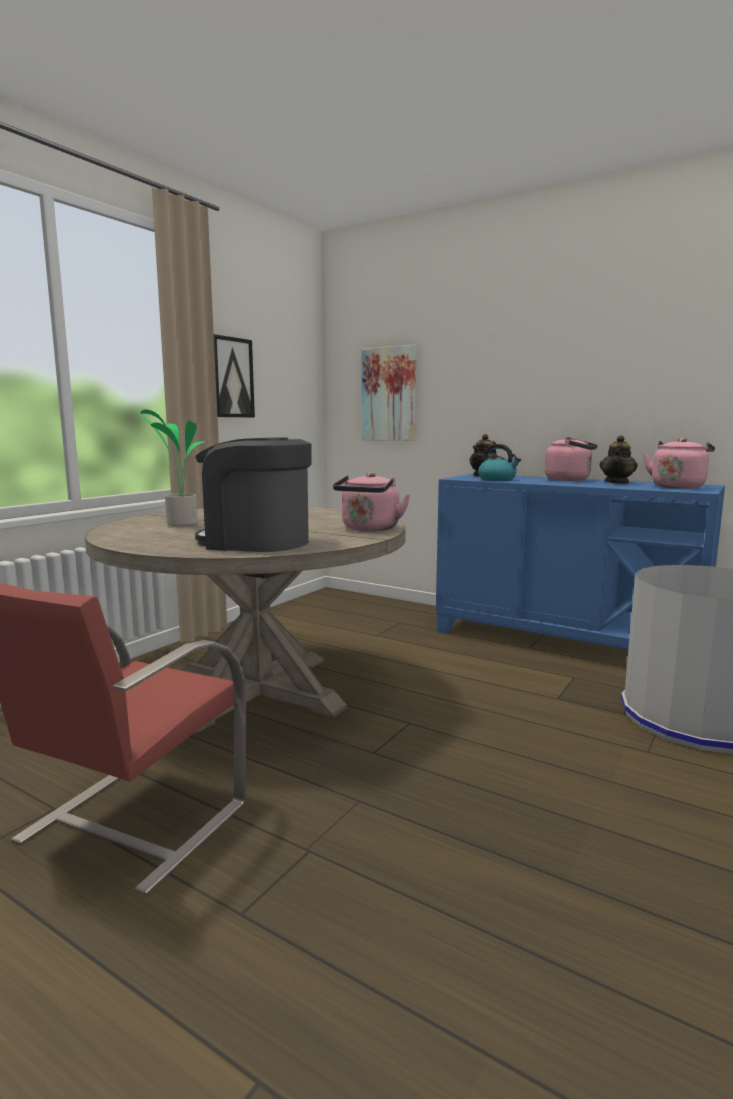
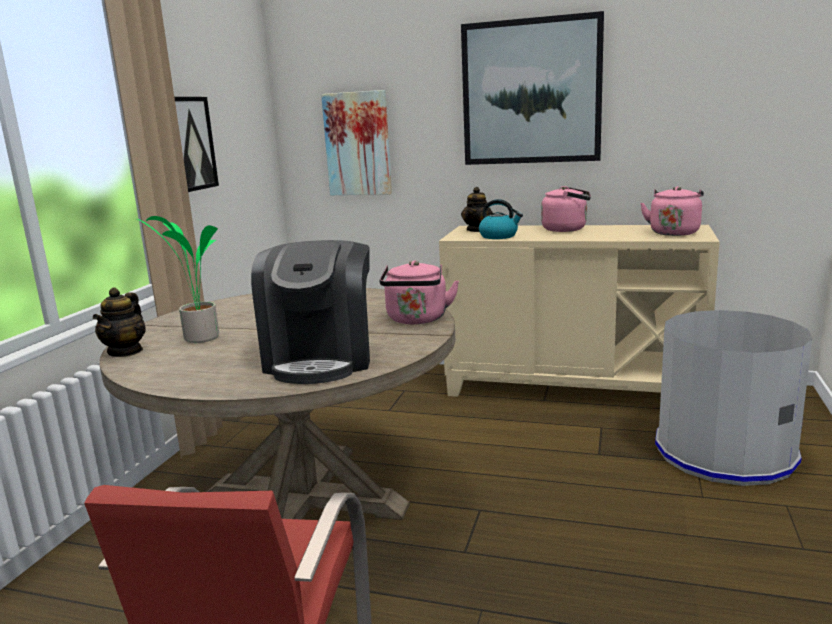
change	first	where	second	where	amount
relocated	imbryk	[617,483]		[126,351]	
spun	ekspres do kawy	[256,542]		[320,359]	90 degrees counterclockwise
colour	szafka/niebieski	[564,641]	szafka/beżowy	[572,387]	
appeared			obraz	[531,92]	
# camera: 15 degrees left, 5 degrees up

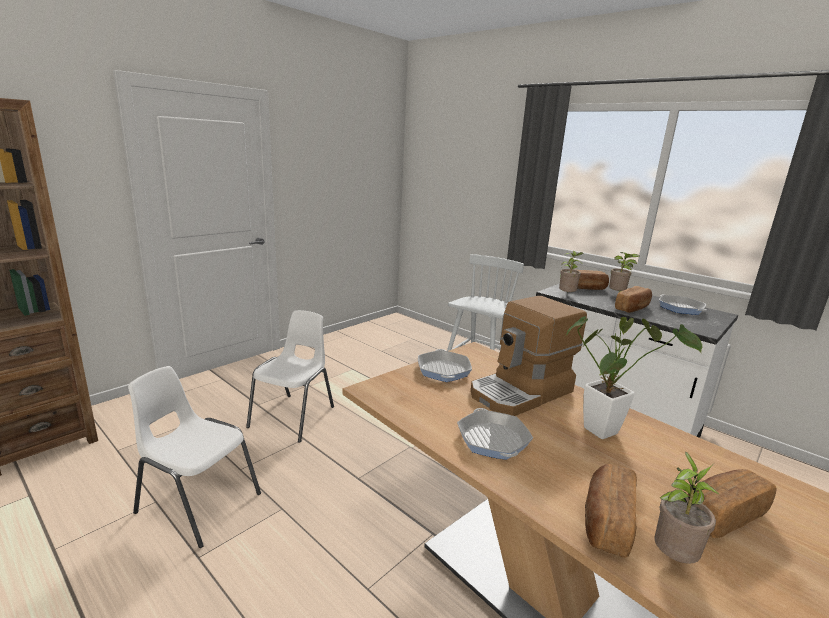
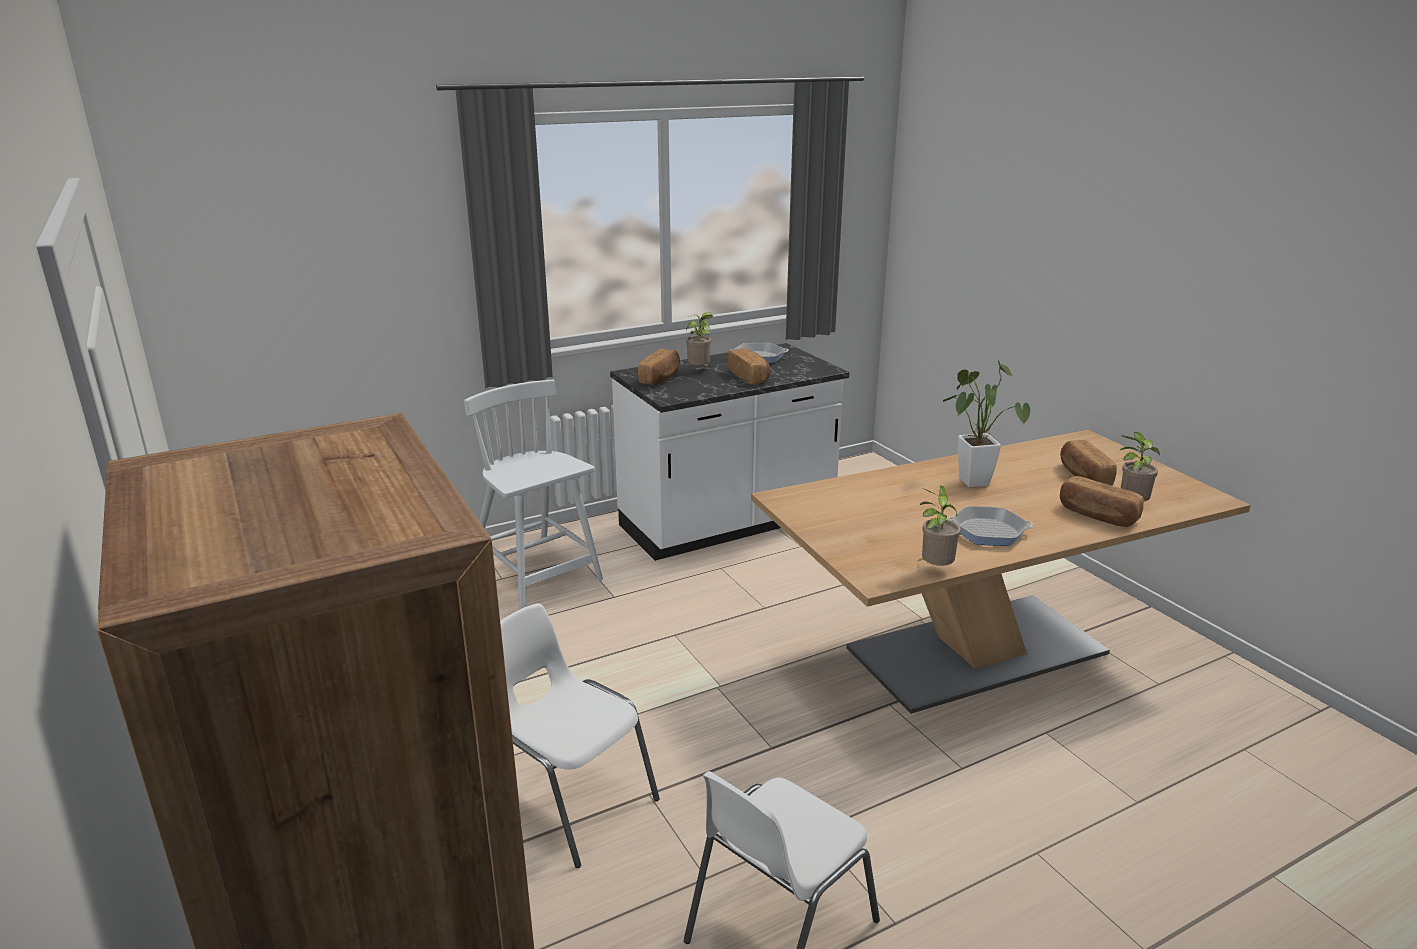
change	first	where	second	where	amount
relocated	roślina doniczkowa	[567,296]		[934,569]	
missing	patelnia	[443,370]			
missing	ekspres do kawy	[521,392]			
# camera: 70 degrees left, 5 degrees up

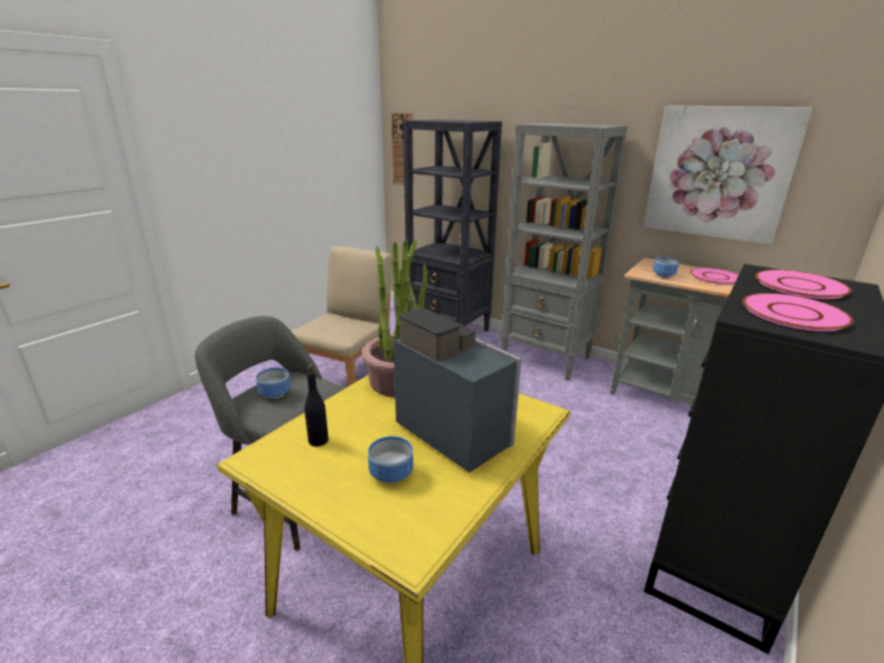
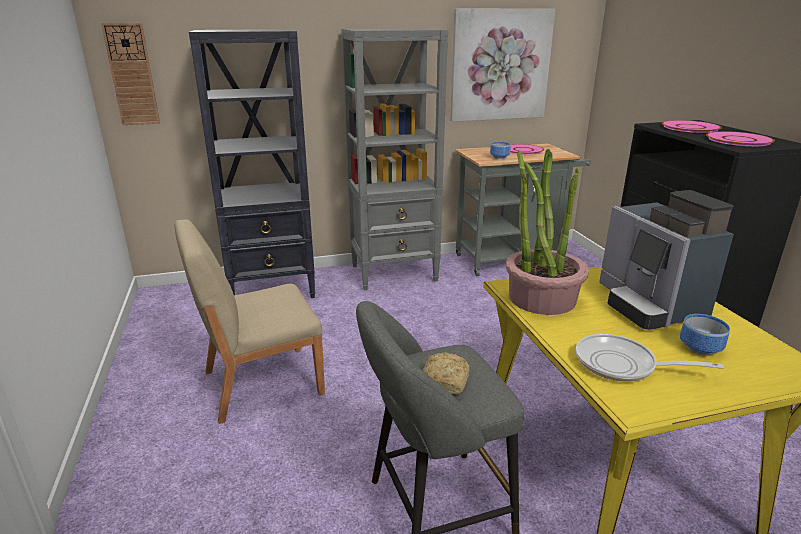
change	first	where	second	where	amount
spun	krzesło/beżowy	[349,378]		[261,382]	90 degrees counterclockwise
exchanged	miska	[276,394]	chleb	[446,381]	
exchanged	butelka/czarny	[318,440]	patelnia	[622,365]	
spun	ekspres do kawy	[454,430]		[648,305]	105 degrees counterclockwise
# camera: 50 degrees left, 0 degrees up

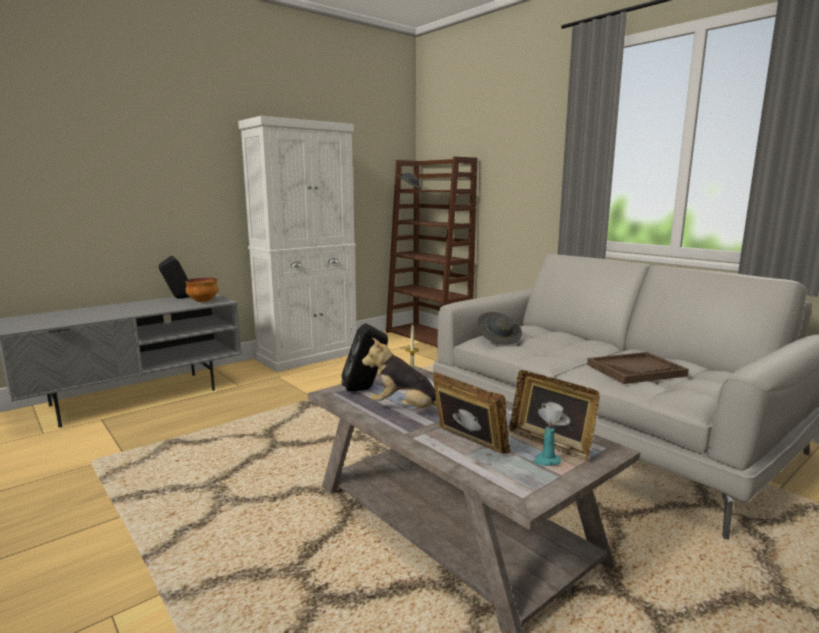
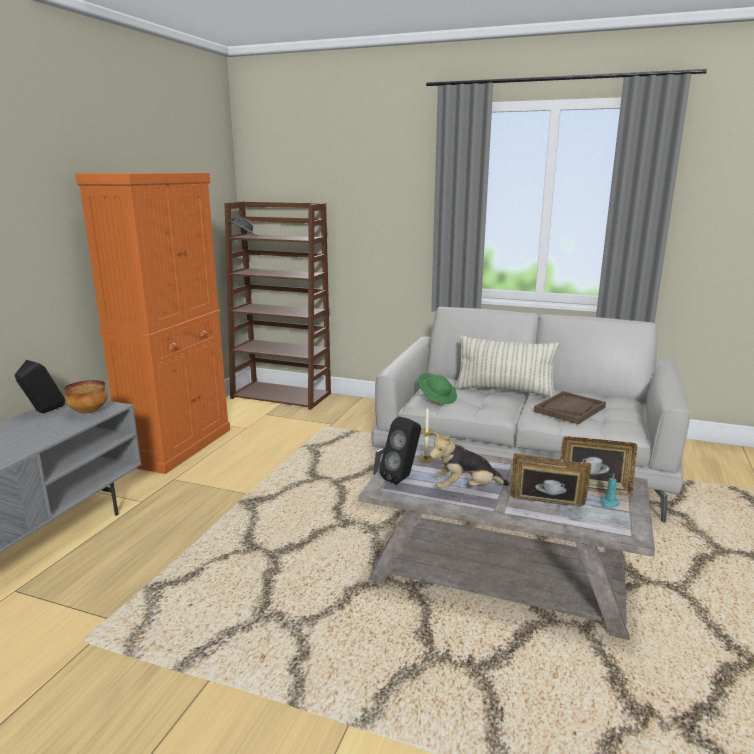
change	first	where	second	where	amount
colour	szafka/biały	[308,356]	szafka/pomarańczowy	[178,446]	
colour	kapelusz/szary	[499,339]	kapelusz/zielony	[437,398]	
appeared			poduszka	[504,391]	
# camera: 30 degrees left, 5 degrees up

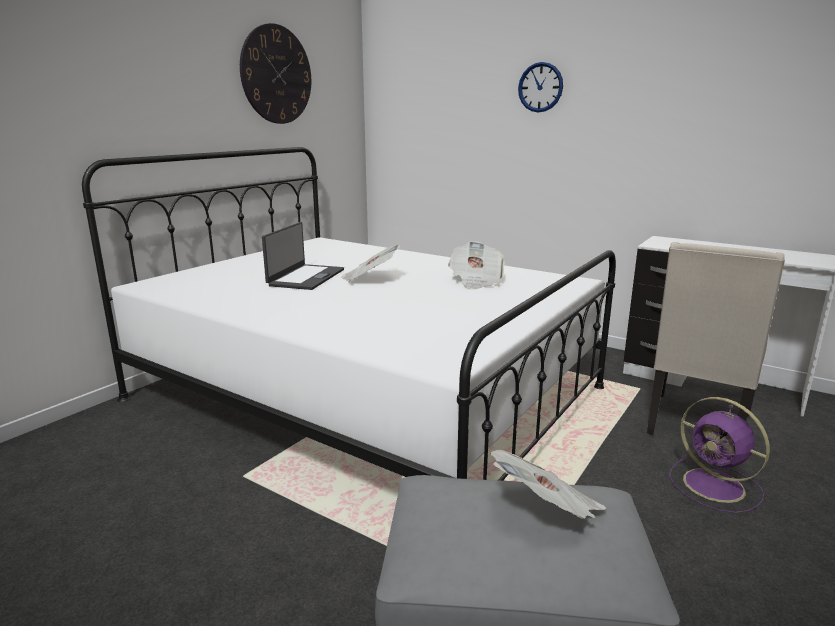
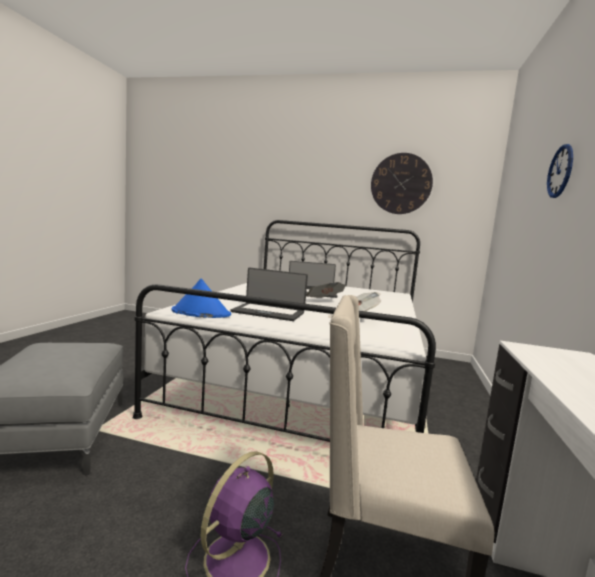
change	first	where	second	where	amount
appeared			kapelusz/niebieski	[200,313]	
appeared			laptop	[268,312]	
missing	gazeta	[546,510]			
# camera: 70 degrees right, 10 degrees down

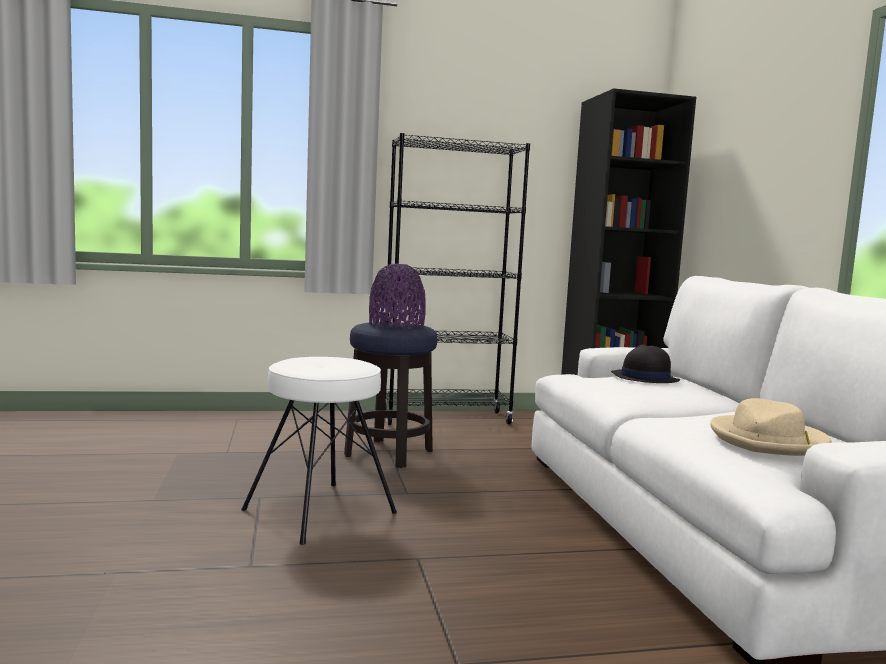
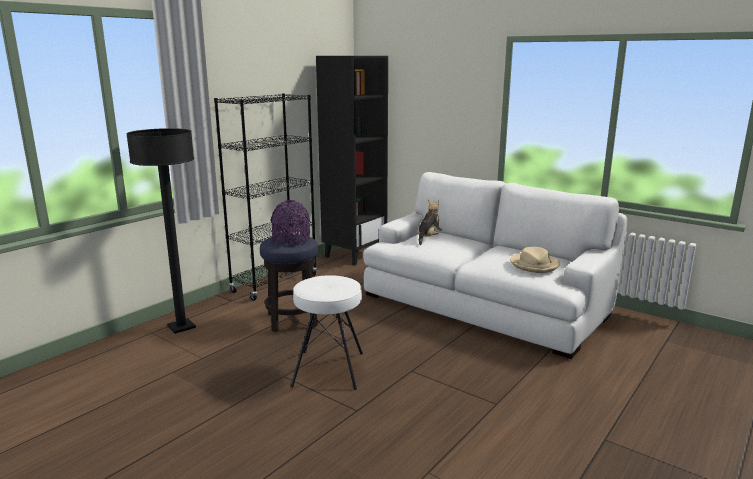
change	first	where	second	where	amount
appeared			lampa stojąca/czarny	[181,327]	
exchanged	kapelusz/czarny	[644,378]	pluszak	[428,238]	
# camera: 40 degrees left, 10 degrees up

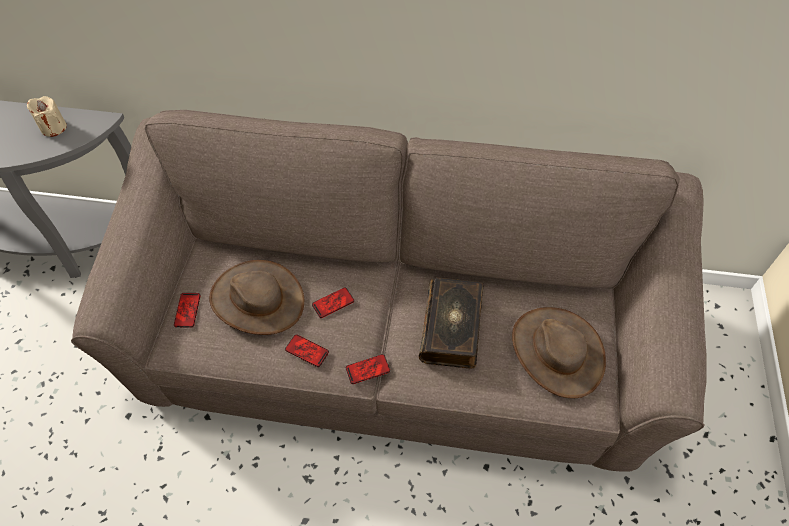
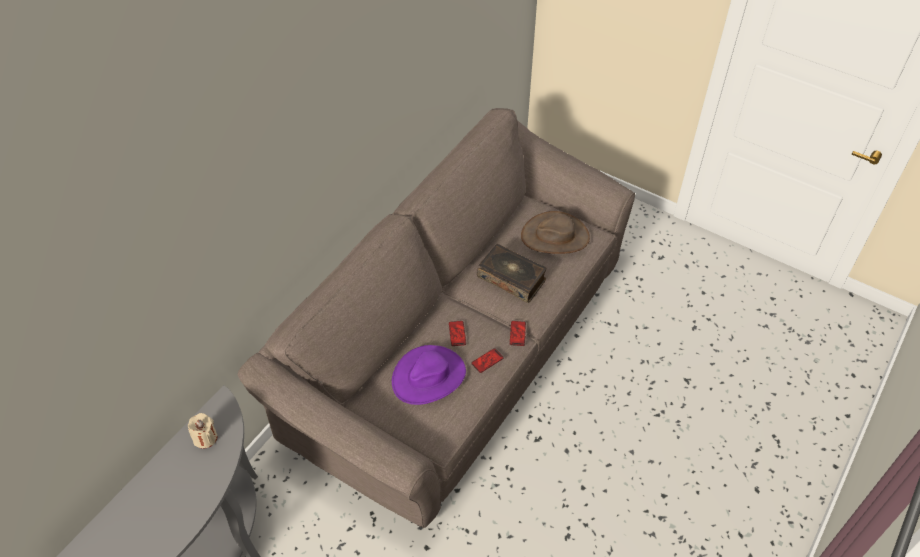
change	first	where	second	where	amount
colour	kapelusz/brązowy	[257,299]	kapelusz/fioletowy	[428,376]	
missing	telefon	[187,310]			
# camera: 65 degrees left, 5 degrees down

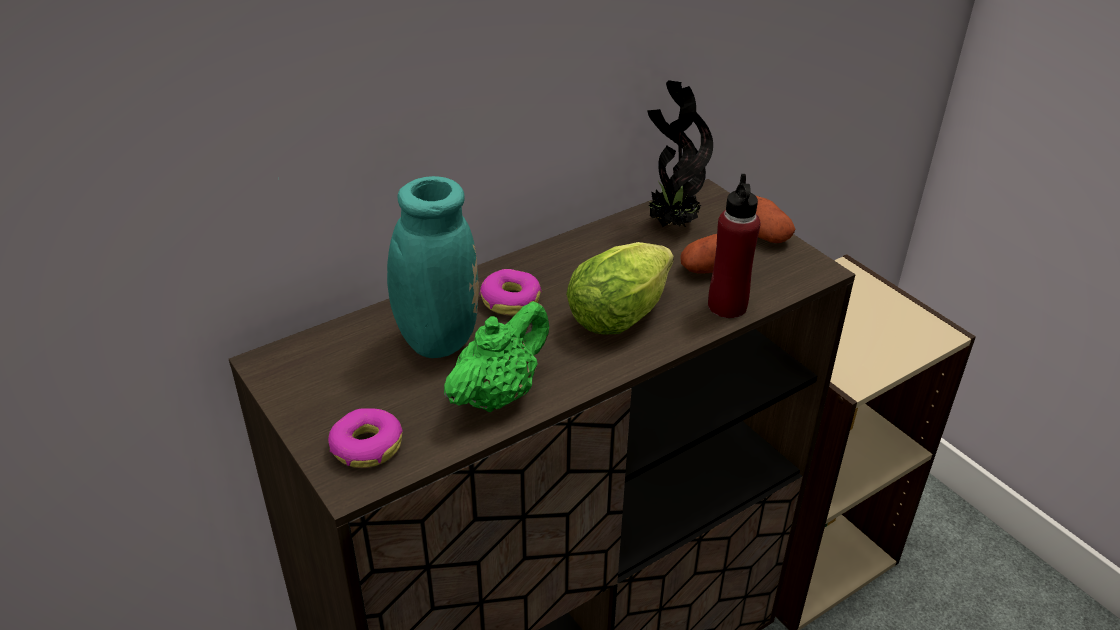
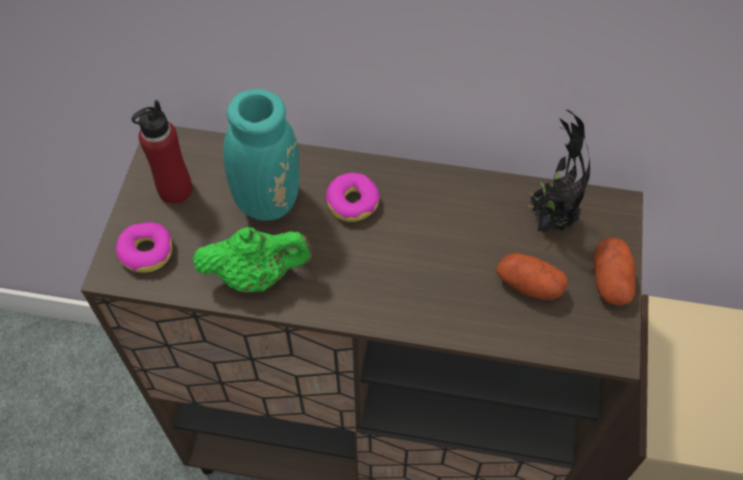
change	first	where	second	where	amount
relocated	butelka/czerwony	[727,306]		[175,190]	
missing	sałata	[623,312]			
# camera: 45 degrees right, 20 degrees up

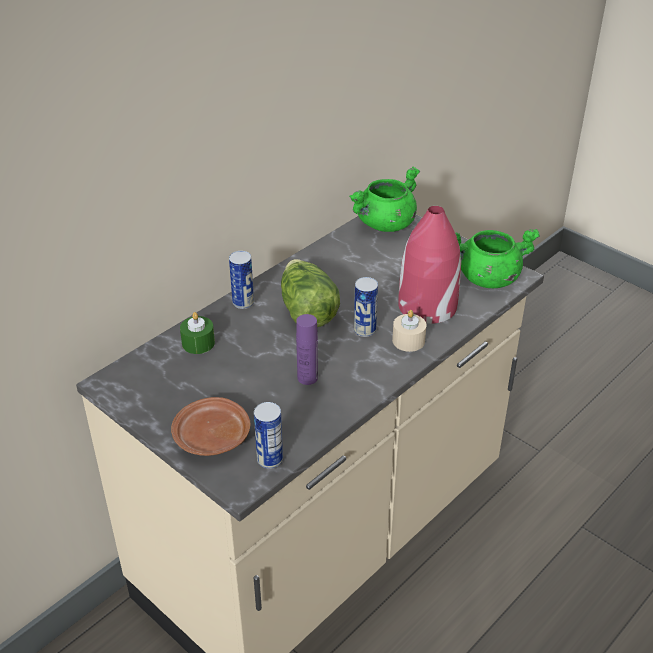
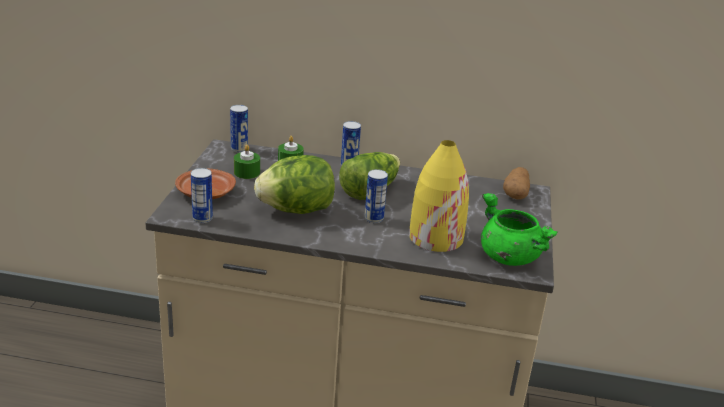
change	first	where	second	where	amount
appeared			puszka	[239,149]	
appeared			świeca/zielony	[247,172]	
exchanged	butelka/fioletowy	[307,378]	sałata	[297,210]	
colour	wazon/czerwony	[426,306]	wazon/żółty	[435,237]	
exchanged	garnek/zielony	[385,224]	ziemniak	[516,194]	
missing	świeca/beżowy	[408,340]			
# camera: 55 degrees right, 10 degrees down

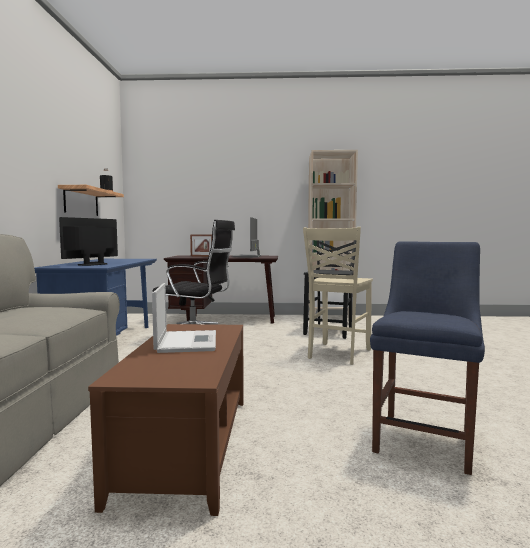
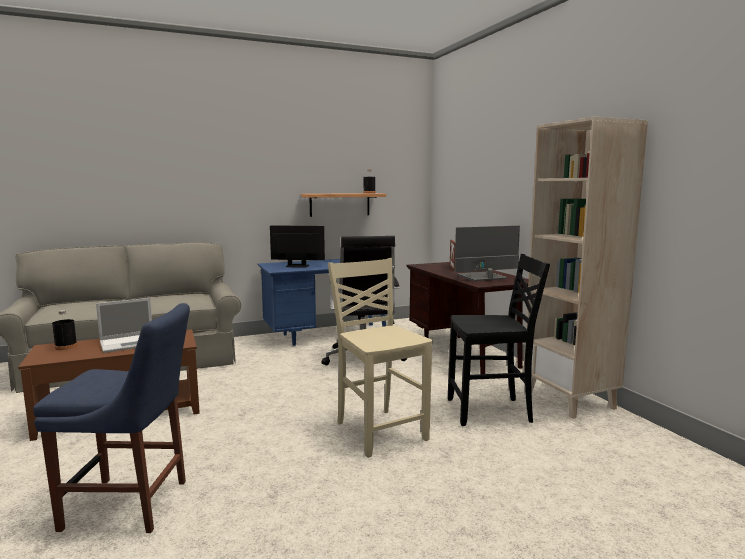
change	first	where	second	where	amount
appeared			butelka/czarny	[66,347]	
spun	krzesło/beżowy	[337,354]		[379,430]	60 degrees clockwise
# camera: 65 degrees right, 5 degrees up

